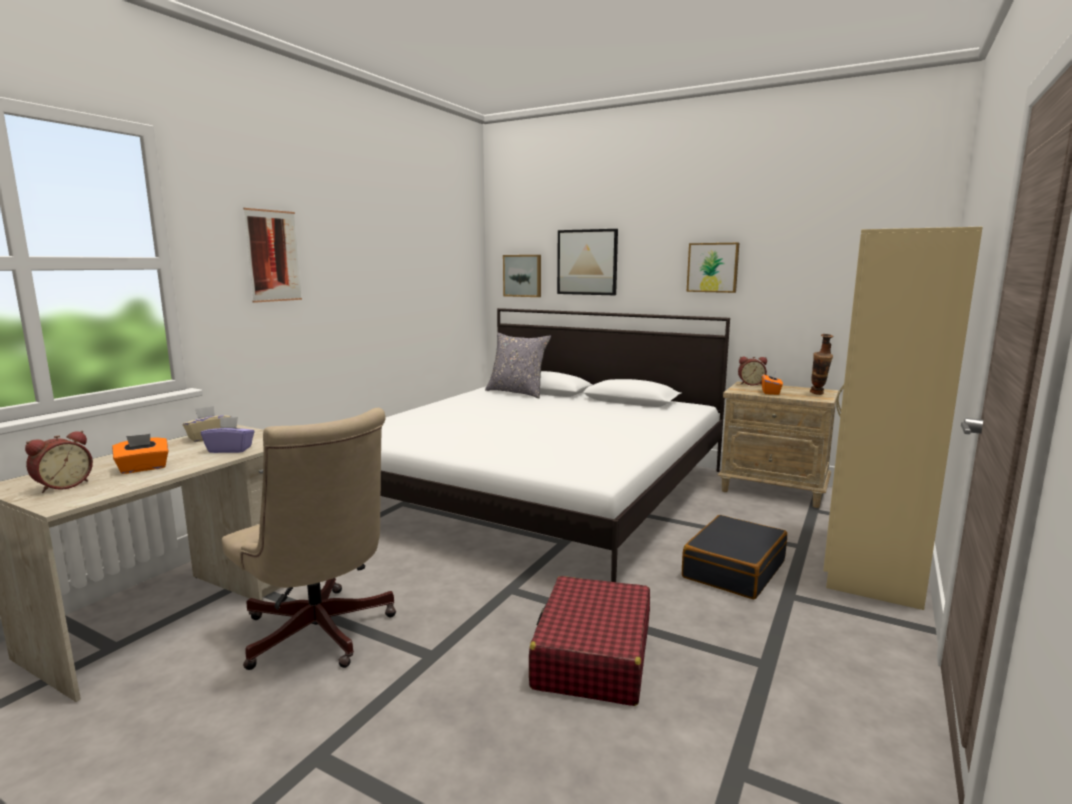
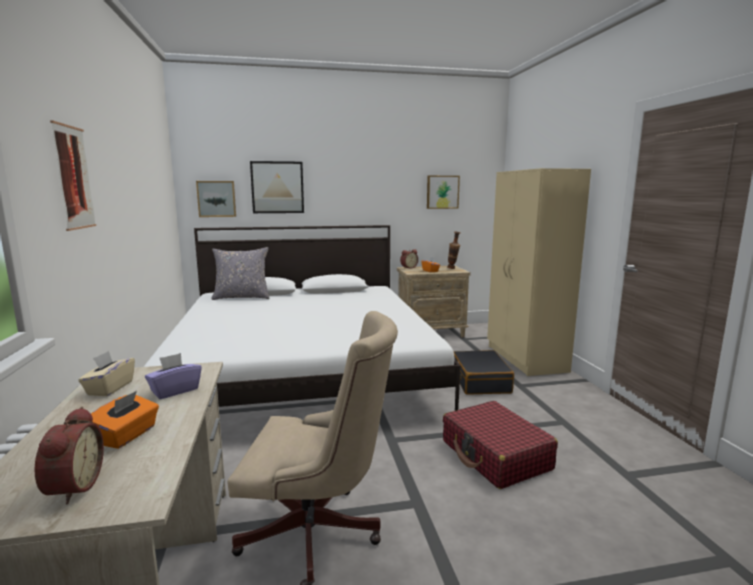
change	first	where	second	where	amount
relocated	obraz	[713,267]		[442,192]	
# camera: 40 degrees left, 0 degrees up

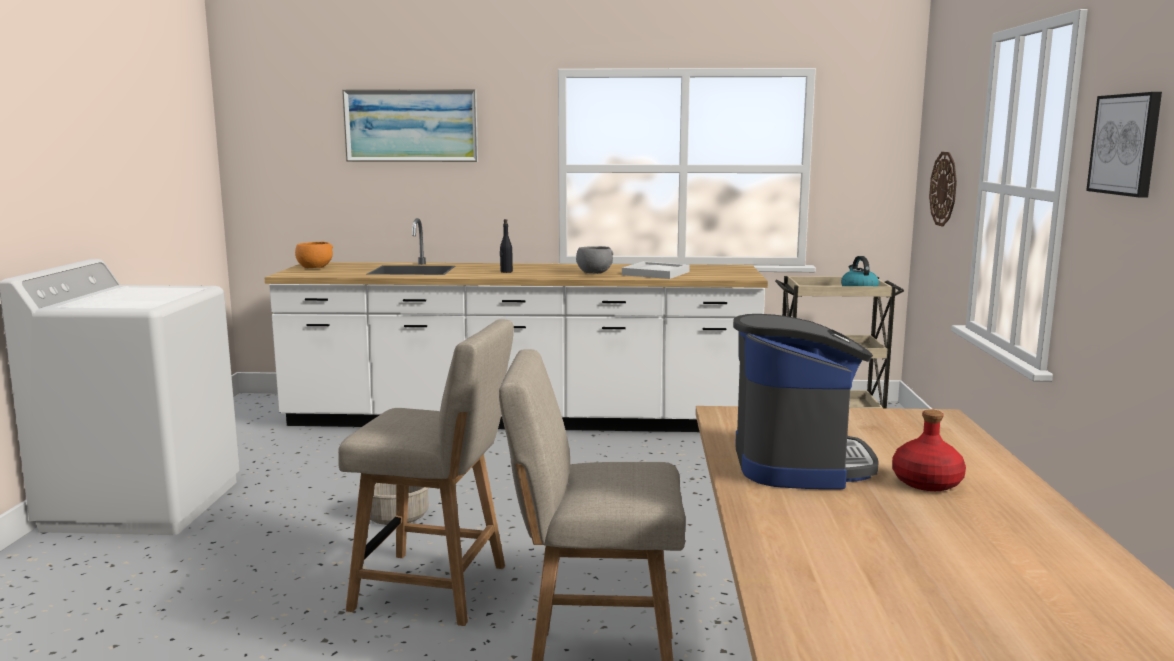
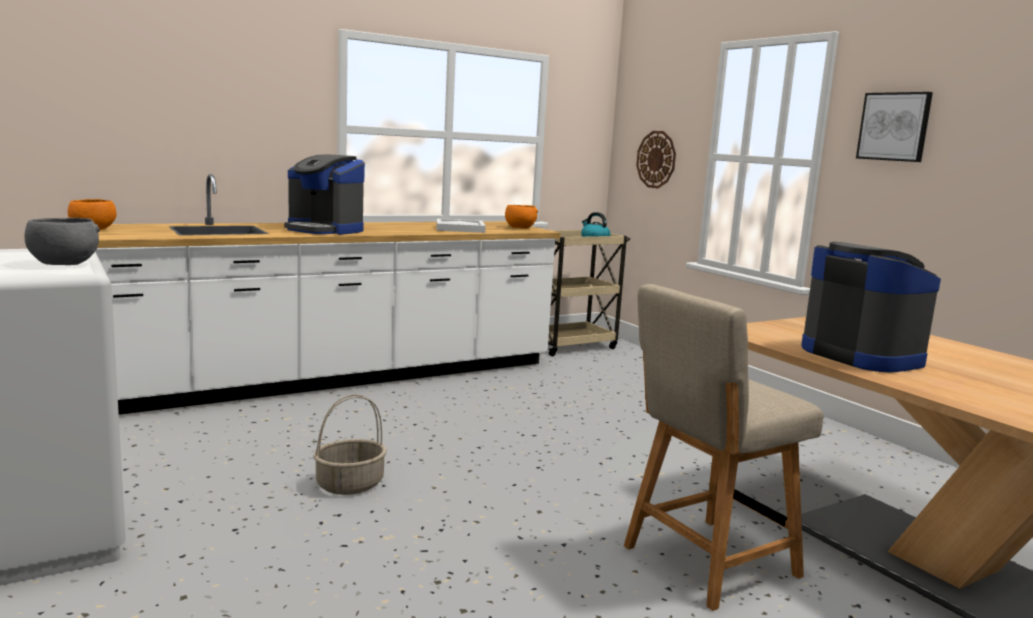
change	first	where	second	where	amount
relocated	miska/szary	[593,273]		[63,265]	
exchanged	butelka/czarny	[506,272]	ekspres do kawy	[324,230]	
appeared			miska/pomarańczowy	[519,228]	
missing	krzesło/beżowy	[437,588]			
missing	obraz	[411,125]			
missing	butelka/czerwony	[927,482]			
# camera: 35 degrees left, 0 degrees up

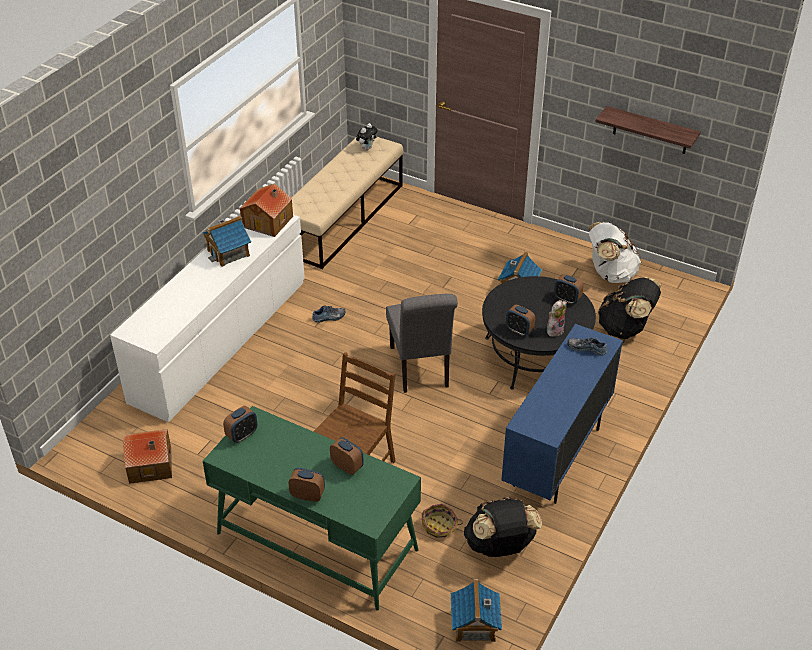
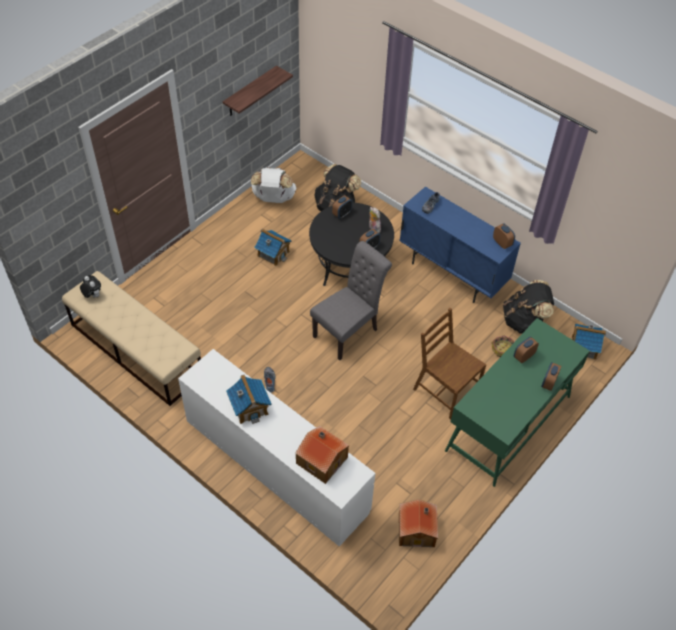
change	first	where	second	where	amount
relocated	domek	[268,221]		[322,459]	
spun	krzesło/szary	[421,370]		[349,331]	45 degrees counterclockwise
relocated	budzik	[242,435]		[502,243]	
# camera: 80 degrees left, 10 degrees up

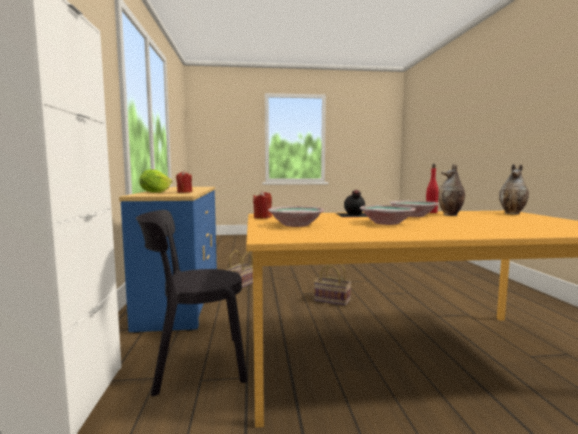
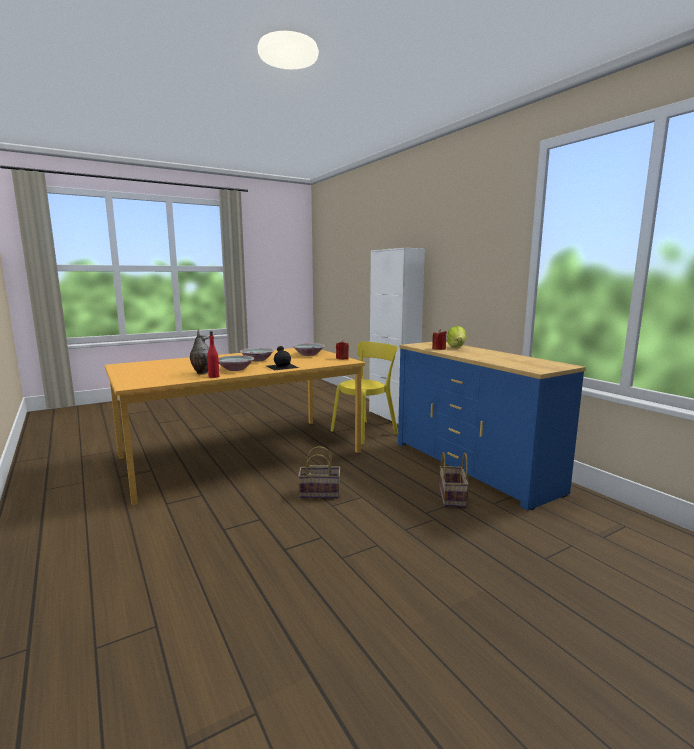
change	first	where	second	where	amount
colour	krzesło/czarny	[194,364]	krzesło/żółty	[366,431]	
missing	wazon	[513,213]			
# camera: 155 degrees right, 5 degrees up

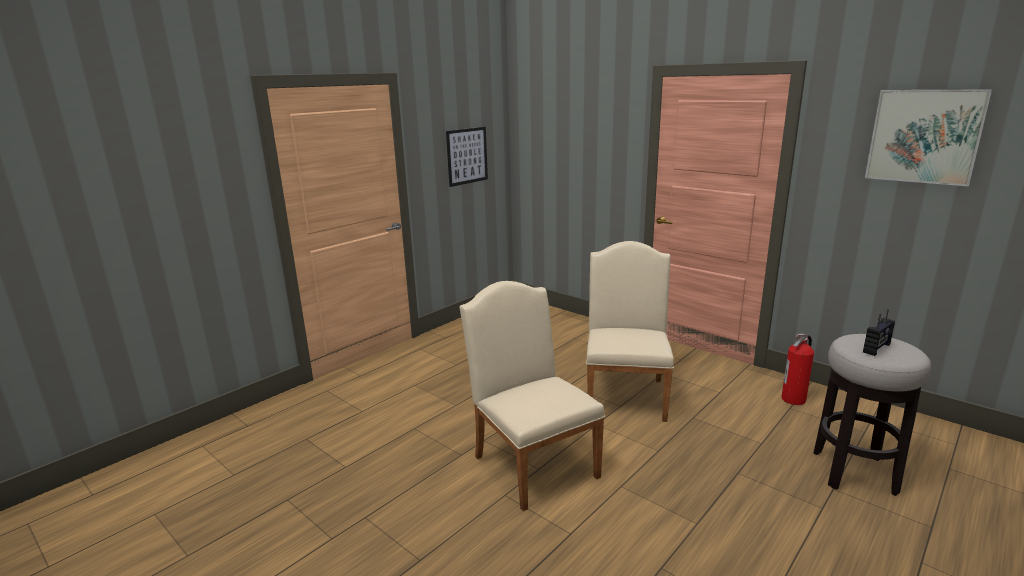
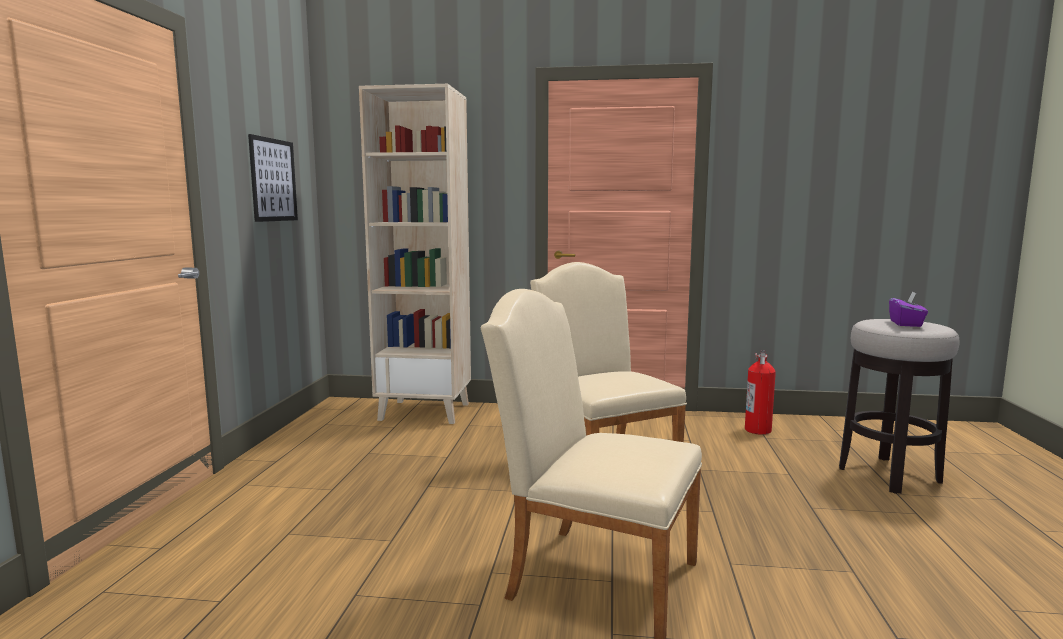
change	first	where	second	where	amount
appeared			regał/beżowy	[425,411]	
exchanged	radio	[877,348]	pudełko chusteczek/fioletowy	[906,324]	
missing	obraz	[924,136]			
# camera: 35 degrees left, 10 degrees down

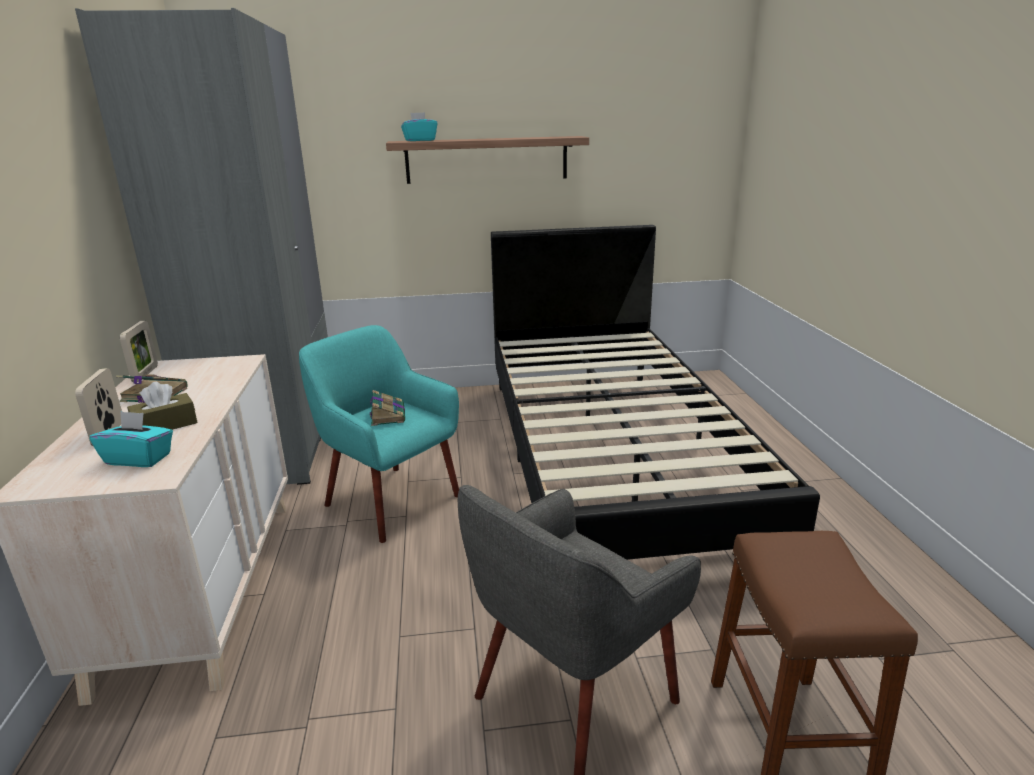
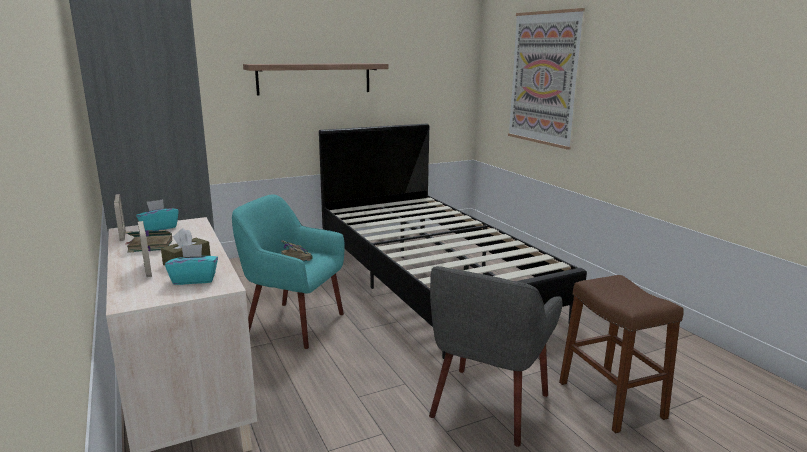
change	first	where	second	where	amount
relocated	pudełko chusteczek/turkusowy	[420,140]		[159,228]	
appeared			obraz	[543,78]	
# camera: 20 degrees left, 5 degrees down

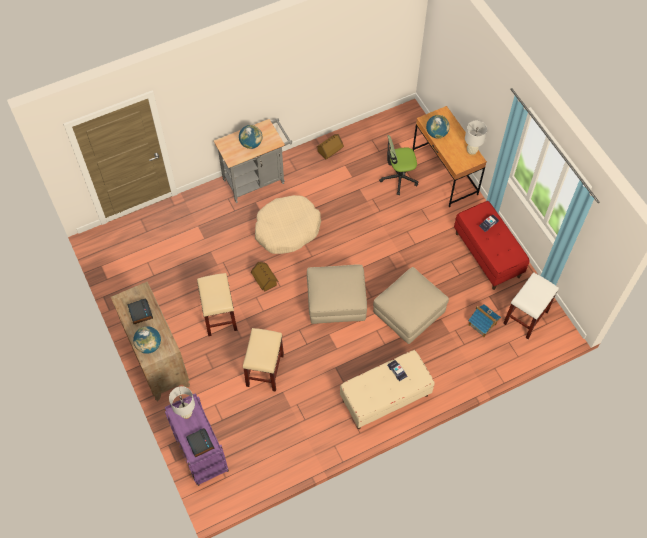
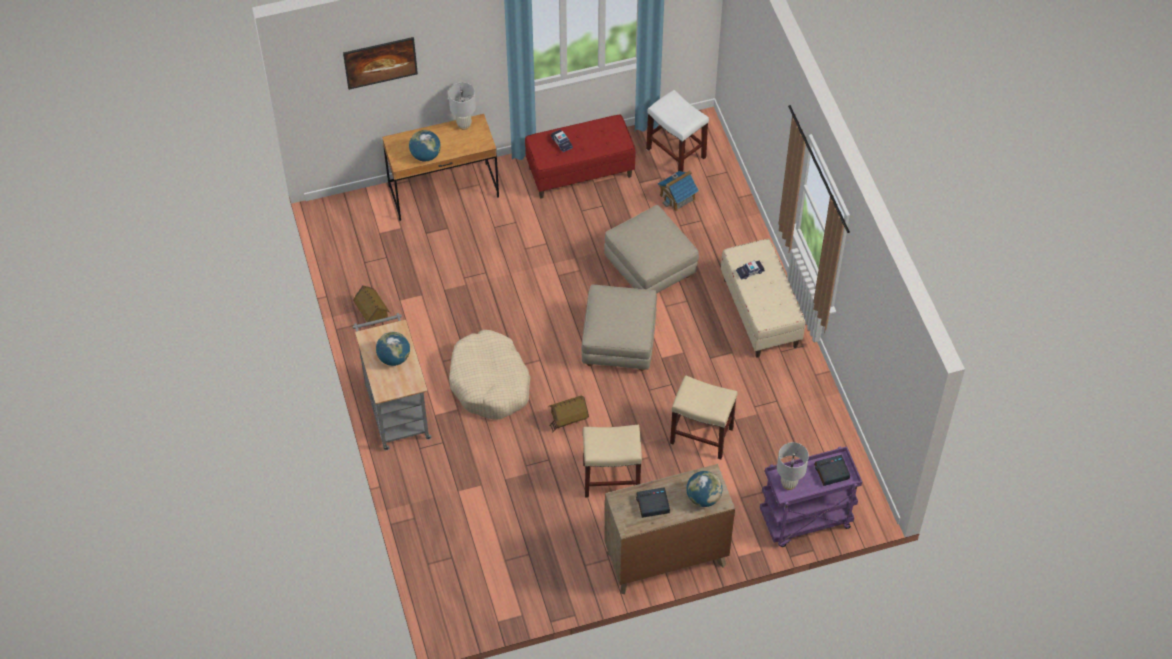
change	first	where	second	where	amount
appeared			obraz	[381,71]	
missing	krzesło biurowe	[399,178]			
# camera: 80 degrees left, 5 degrees down

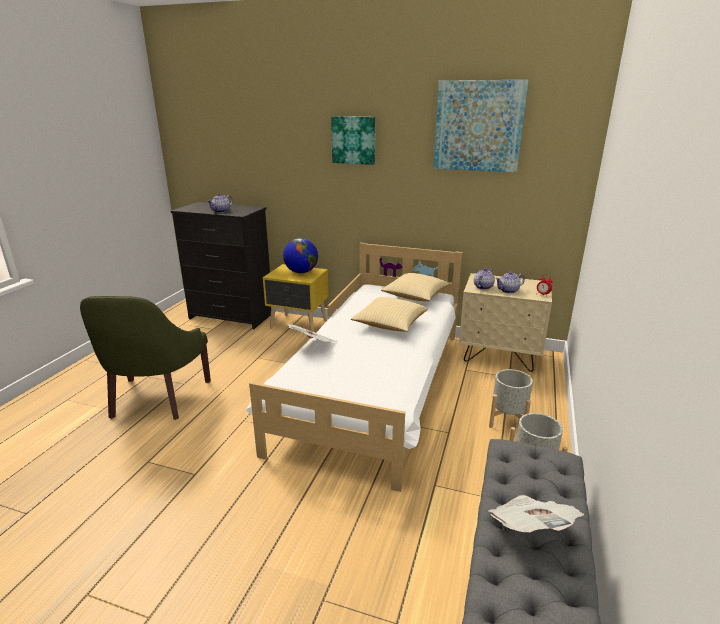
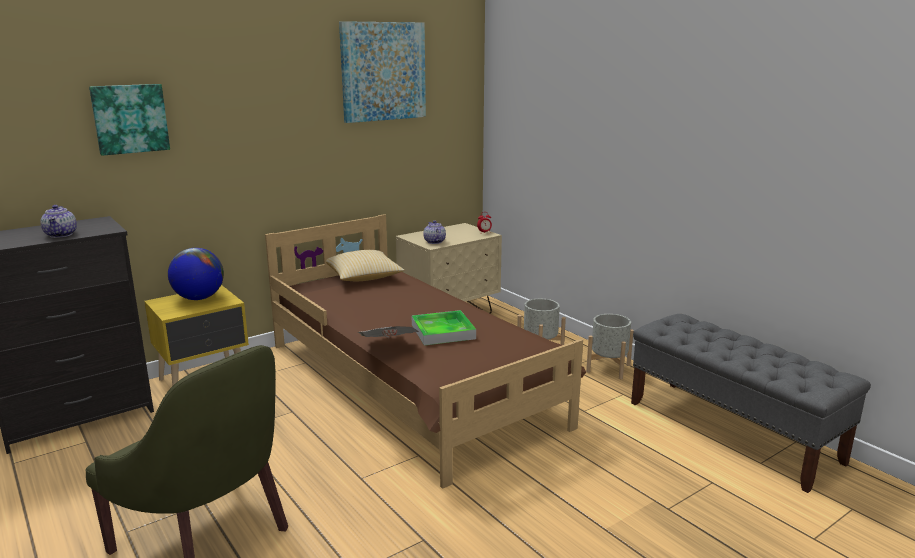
change	first	where	second	where	amount
relocated	obraz	[354,140]		[130,118]	
colour	łóżko/biały	[376,387]	łóżko/brązowy	[411,383]	
appeared			taca	[443,331]	
missing	poduszka	[389,325]			
missing	gazeta	[530,529]			
missing	imbryk	[508,291]			
# camera: 55 degrees left, 5 degrees down

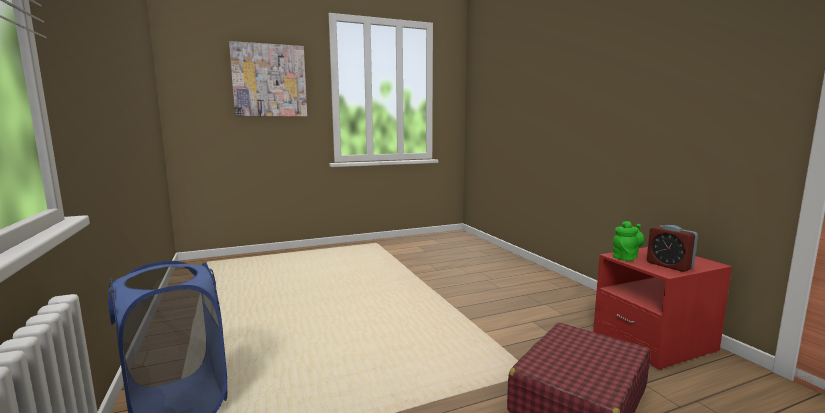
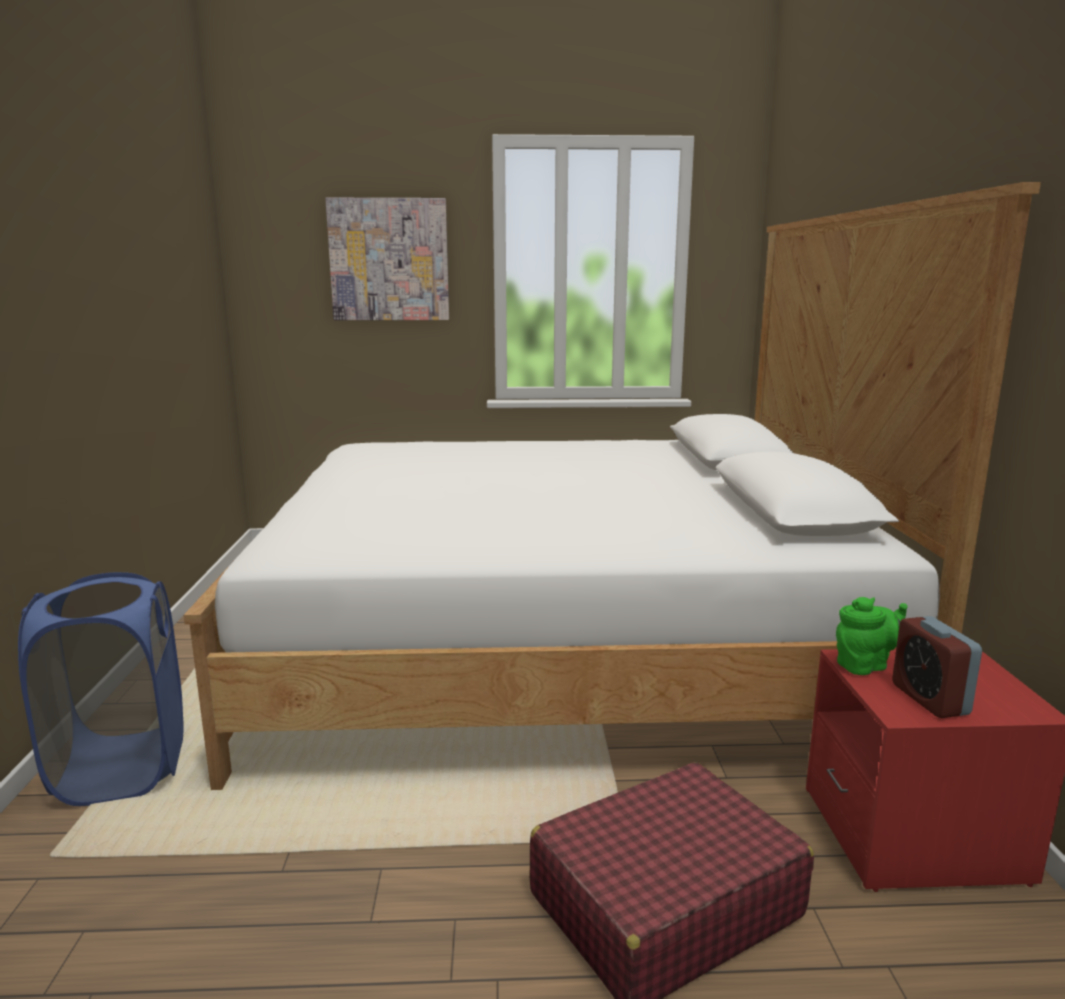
change	first	where	second	where	amount
appeared			łóżko	[561,642]	
# camera: 20 degrees right, 5 degrees up

